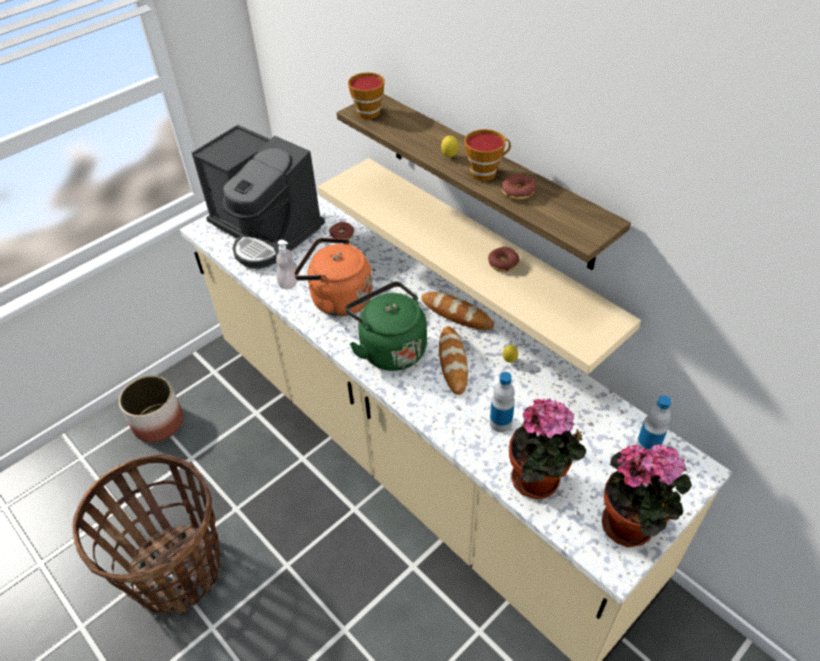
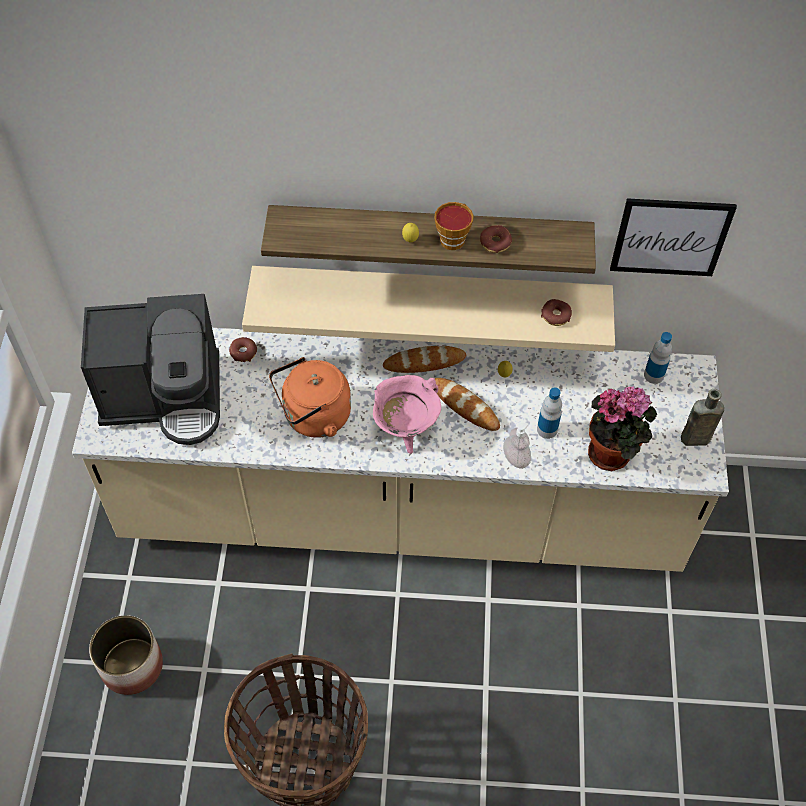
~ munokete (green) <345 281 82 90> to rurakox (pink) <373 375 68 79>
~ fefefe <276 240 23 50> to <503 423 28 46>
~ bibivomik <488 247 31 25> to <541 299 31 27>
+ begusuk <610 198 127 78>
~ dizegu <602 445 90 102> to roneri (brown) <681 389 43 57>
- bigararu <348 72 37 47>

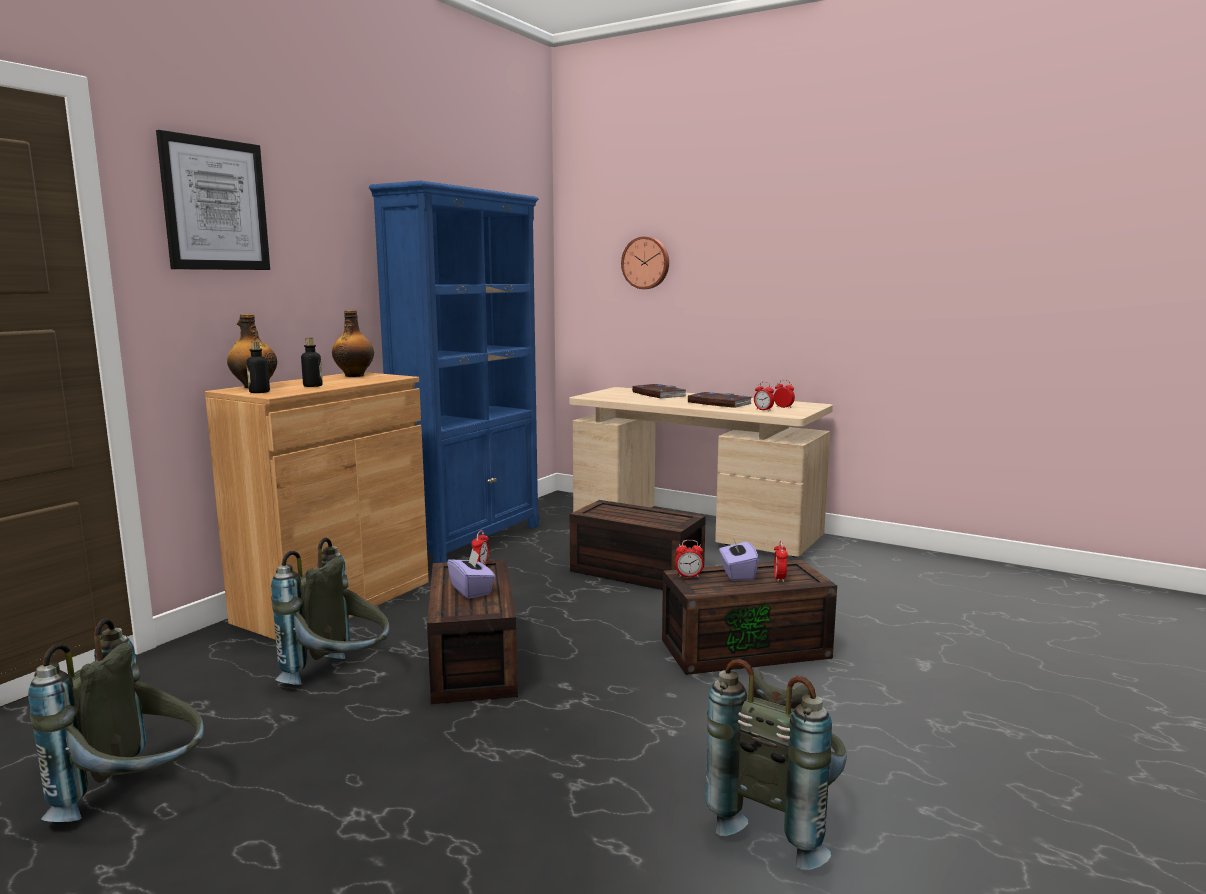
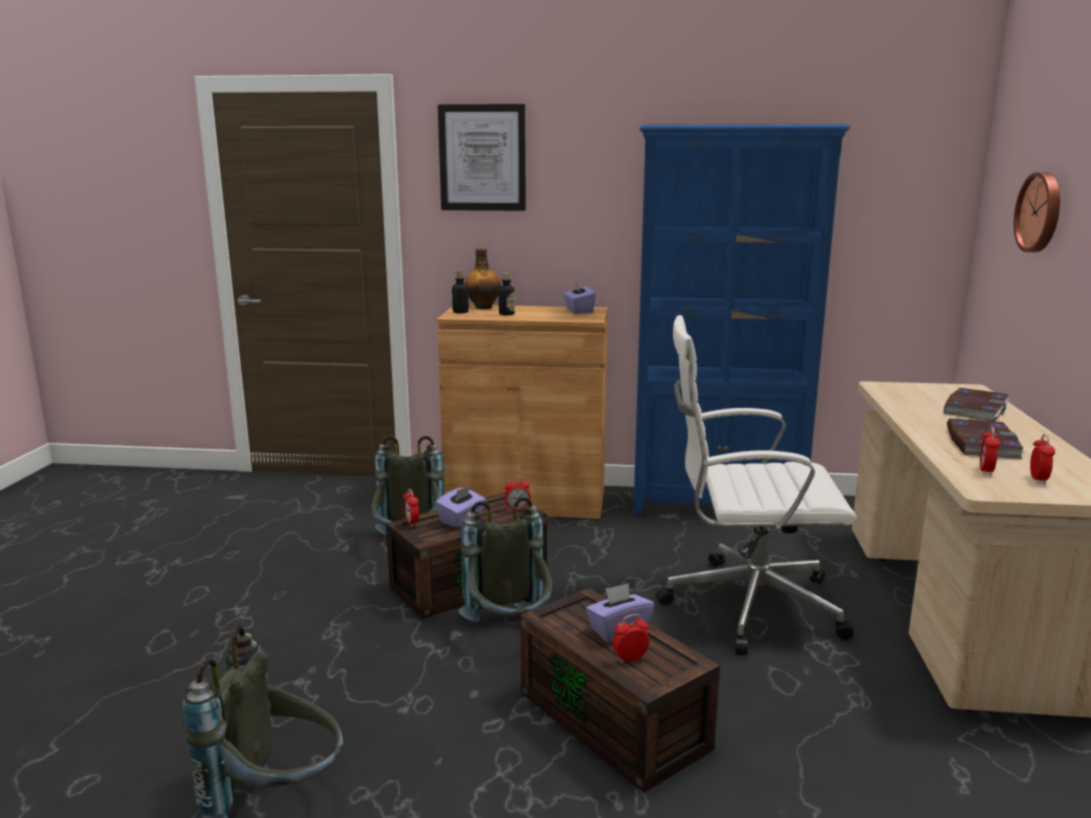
~ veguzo <675 540 29 37> to <403 488 16 39>
~ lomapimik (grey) <28 619 176 203> to <459 497 93 125>
~ roneri <332 310 42 67> to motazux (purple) <564 281 32 33>
~ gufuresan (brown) <570 500 136 90> to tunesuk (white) <655 315 202 340>

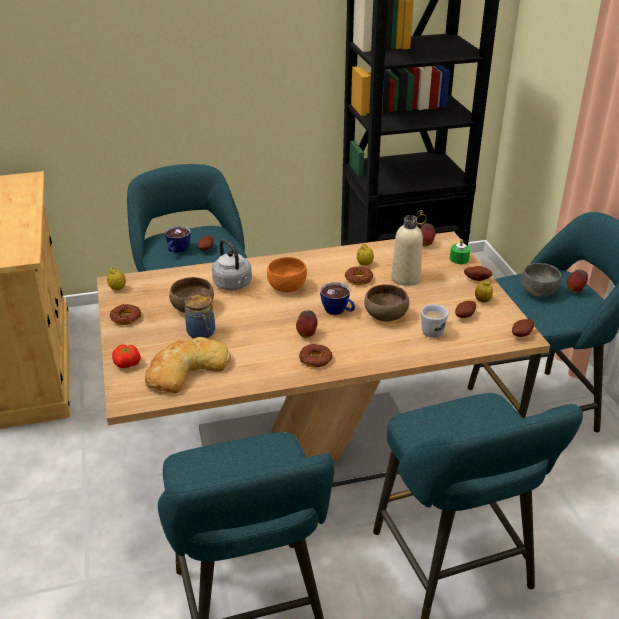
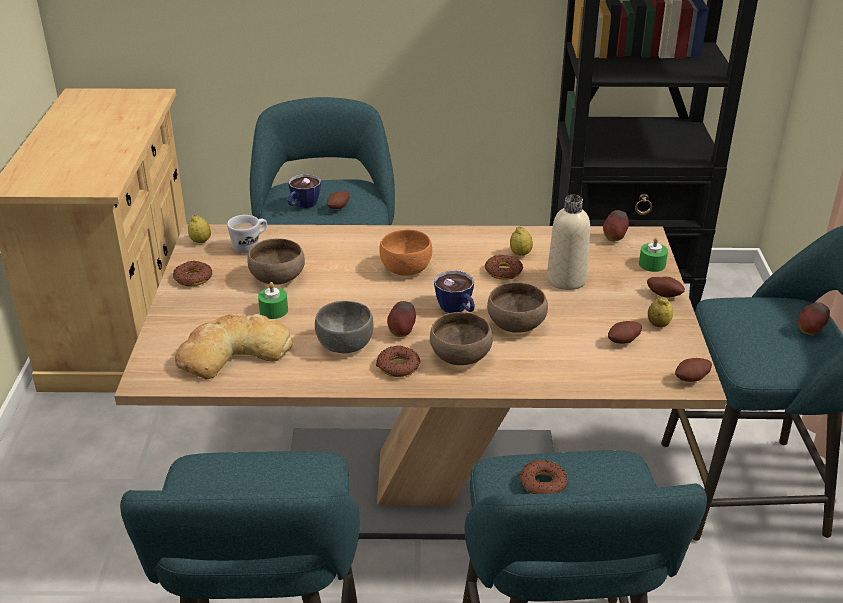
~ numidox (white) <421 304 27 34> to <227 215 40 38>
~ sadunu <185 293 30 45> to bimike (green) <258 282 30 37>
~ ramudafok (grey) <522 263 40 34> to <315 301 59 52>
+ ramudafok (brown) <430 312 63 53>
+ bibivomik <520 460 48 34>
- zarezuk <112 345 29 23>
- munokete (grey) <212 239 40 51>

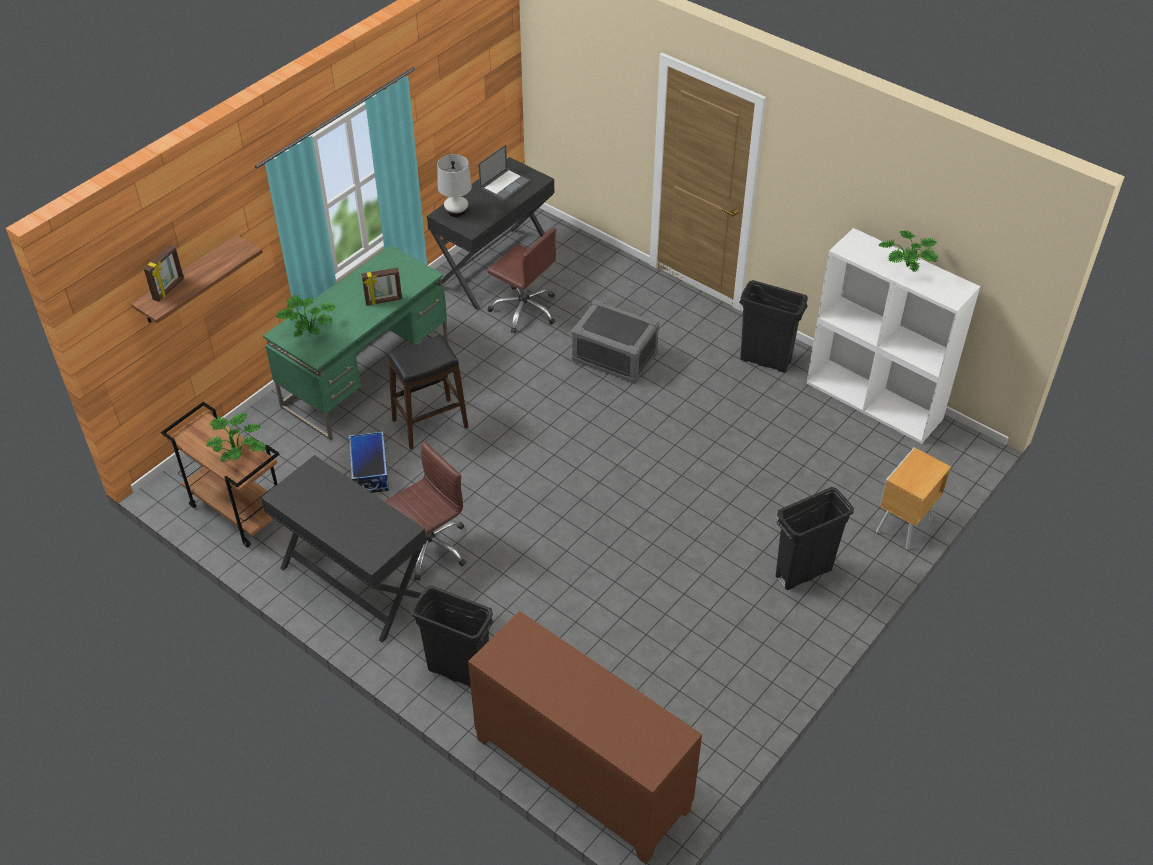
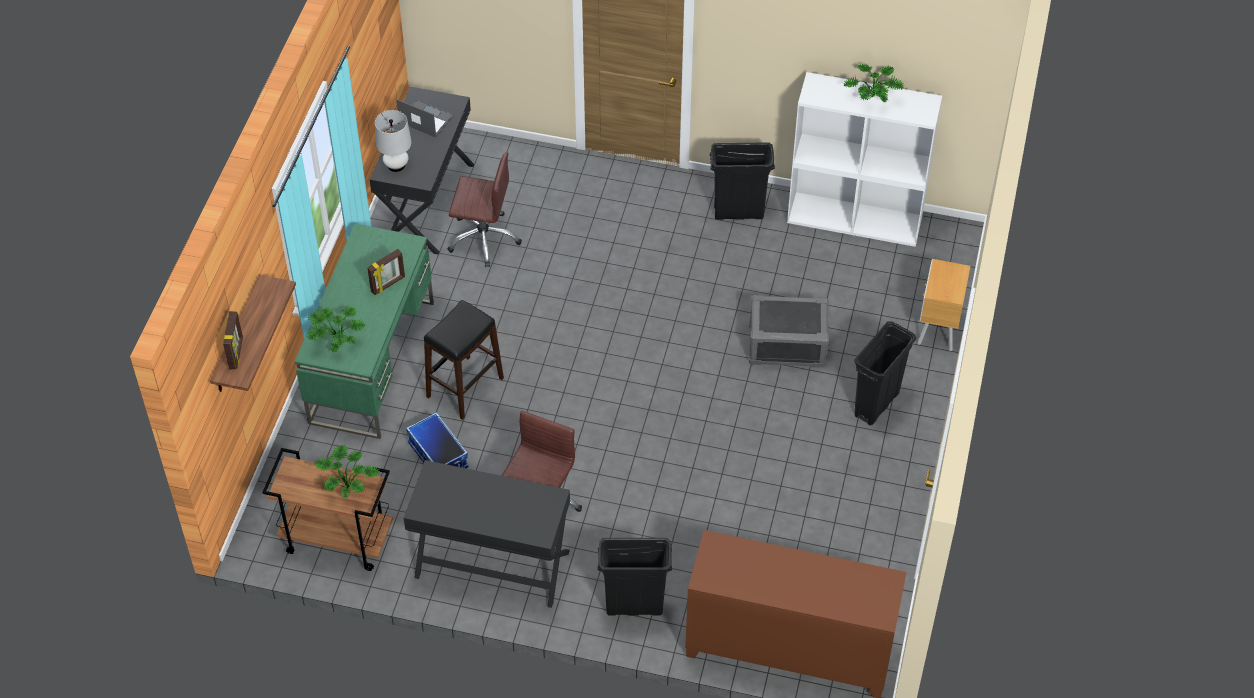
~ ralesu <478 145 53 56> = <396 99 58 38> 75 degrees counterclockwise
~ gufuresan (grey) <571 300 88 84> to <749 295 80 73>

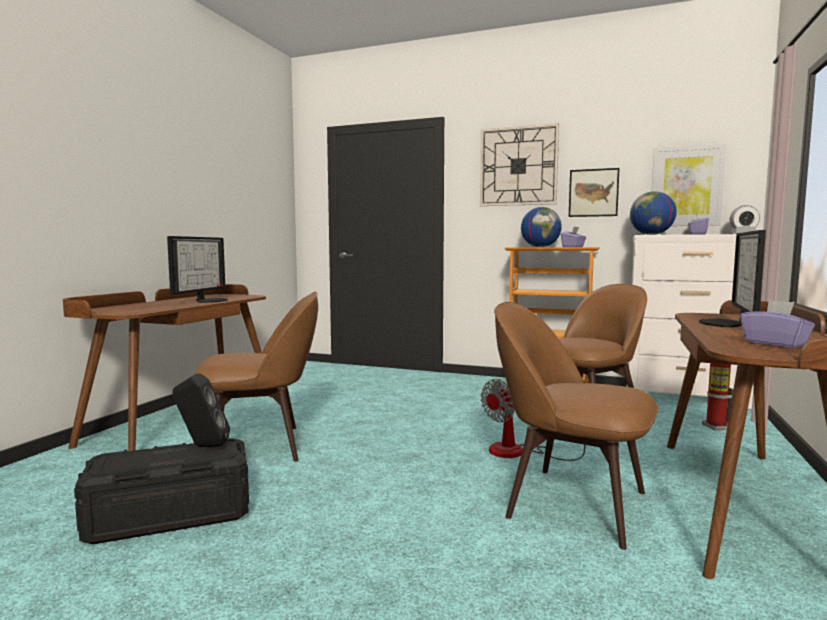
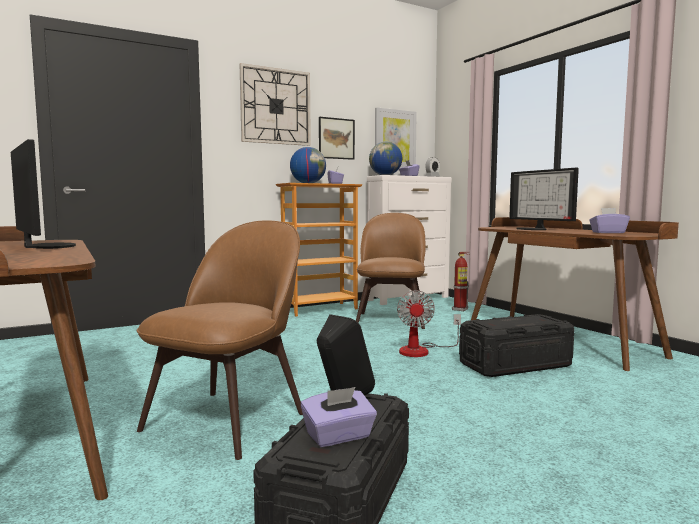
+ motazux (purple) <301 387 76 60>
~ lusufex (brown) <494 302 165 248> to gufuresan (black) <459 314 115 63>

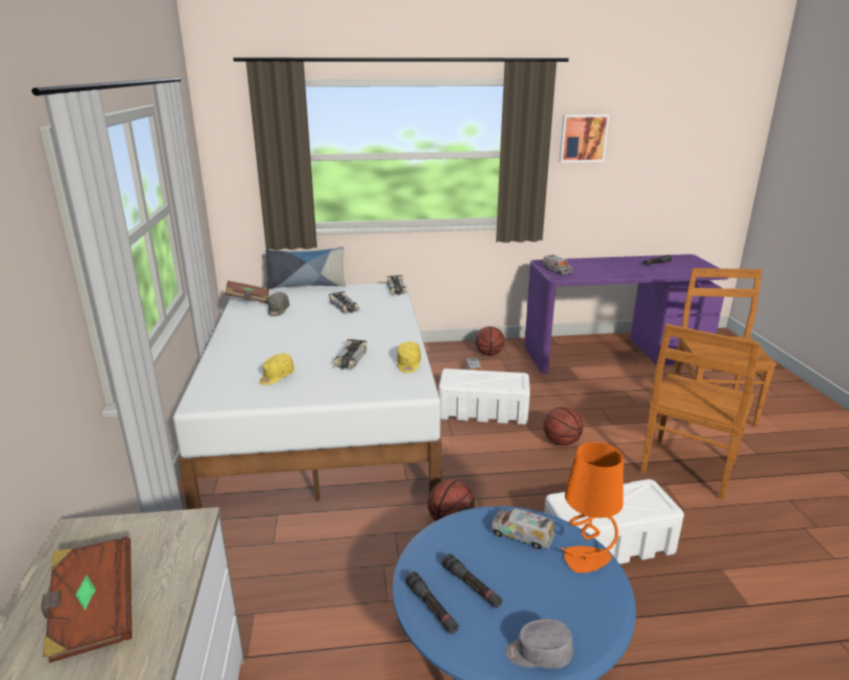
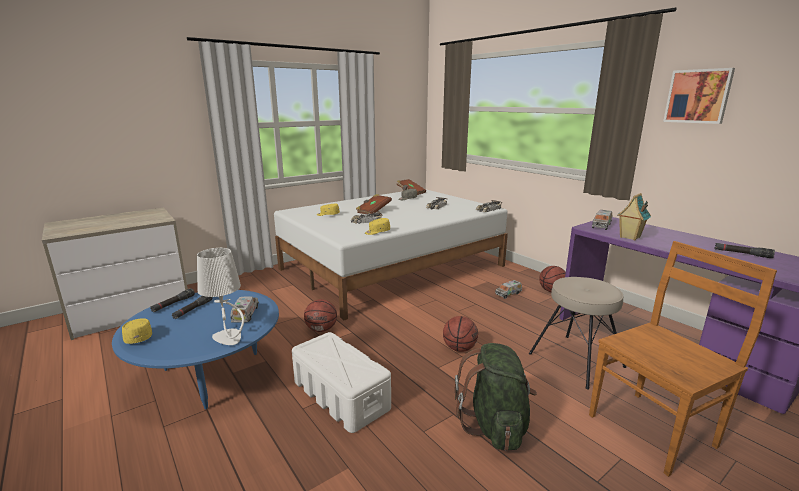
~ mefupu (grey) <505 619 68 50> to mefupu (yellow) <122 318 30 26>
~ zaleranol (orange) <561 442 62 131> to zaleranol (white) <197 248 47 97>
~ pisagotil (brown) <41 536 91 127> to <356 194 36 20>
~ lusufex (brown) <641 324 120 175> to lomapimik (green) <455 343 82 108>
+ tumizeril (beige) <529 277 97 113>
+ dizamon <617 193 34 48>
- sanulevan <266 247 80 42>
- gufuresan (white) <438 369 92 56>

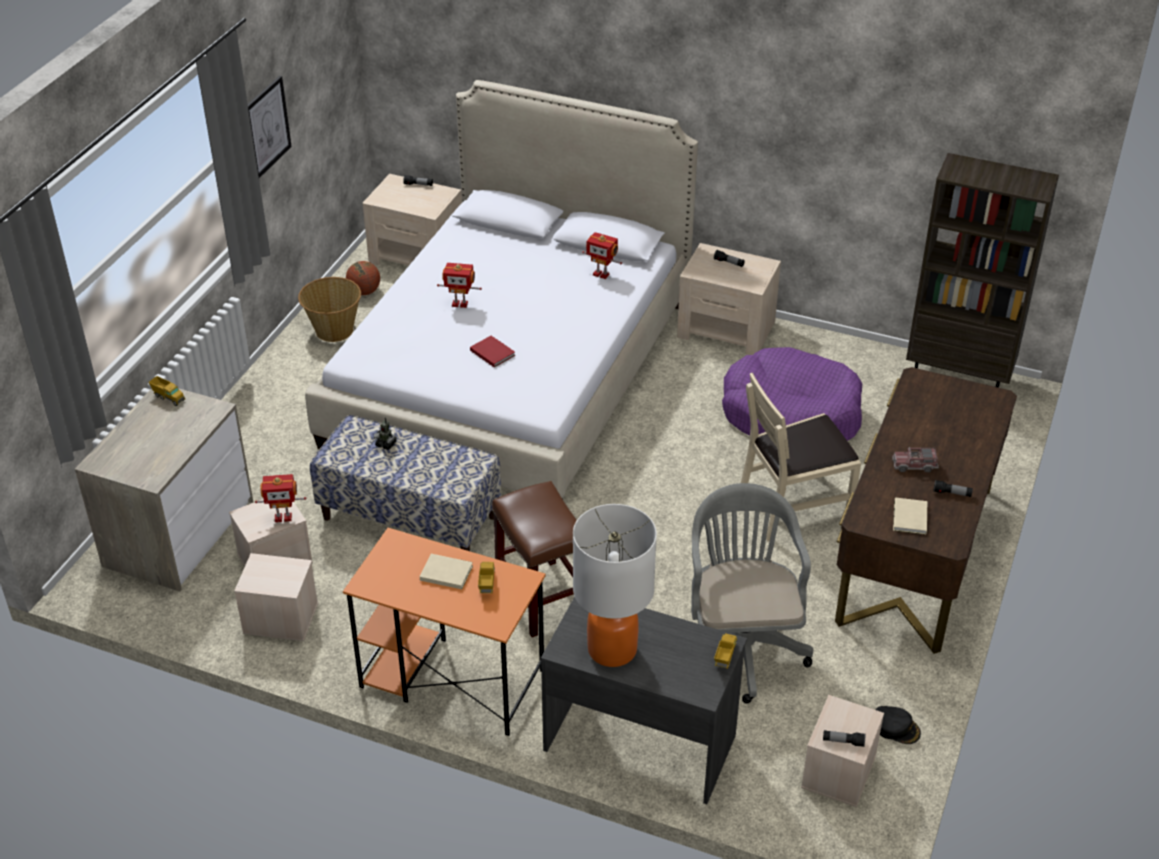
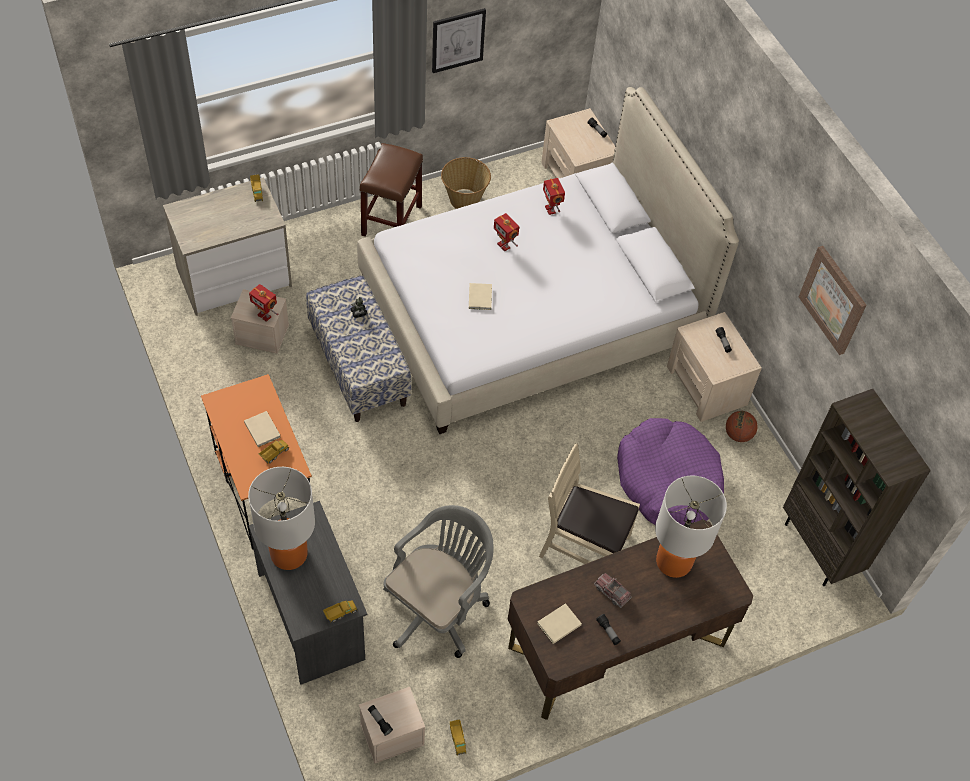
~ tumizeril (brown) <492 481 85 156> to <360 143 63 94>
~ mefupu (black) <875 706 46 38> to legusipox <450 719 16 37>
~ pisagotil (red) <470 336 45 31> to pisagotil (beige) <469 283 23 27>
~ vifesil <582 232 40 47> to <543 178 22 37>
+ zaleranol <655 475 72 103>
~ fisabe <346 261 34 34> to <726 411 32 31>
+ begusuk <799 246 67 109>
- gufuresan (beige) <234 553 84 88>

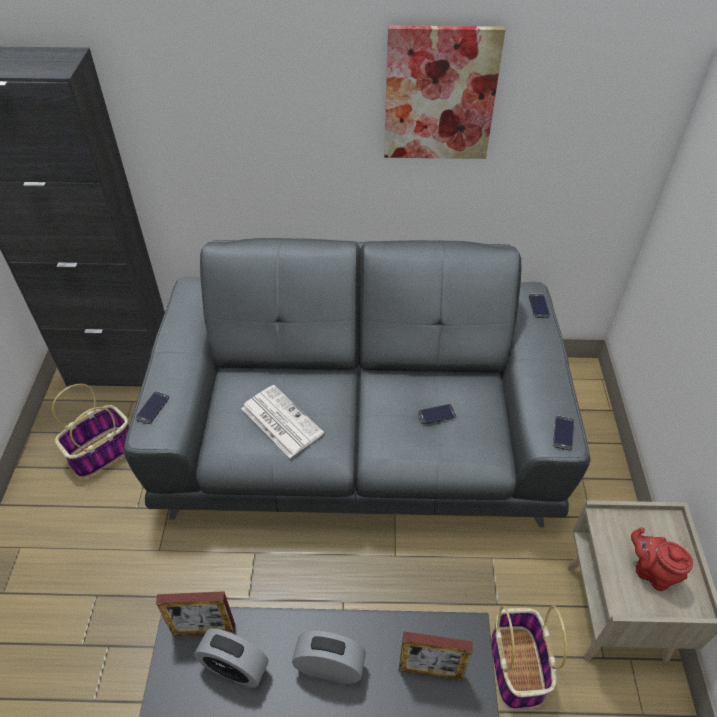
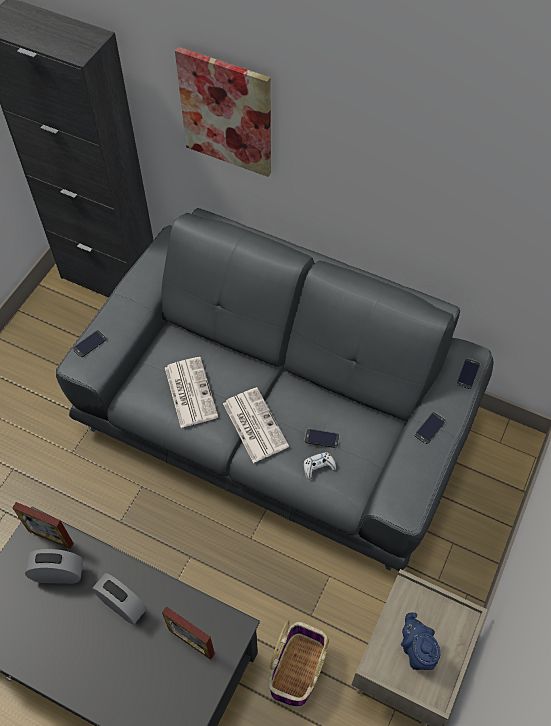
~ veguzo <194 628 75 60> = <25 549 58 35> 135 degrees clockwise
~ begusuk <384 25 121 134> to <175 47 96 130>
+ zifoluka <223 387 66 76>
+ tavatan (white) <304 452 32 27>
~ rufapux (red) <631 527 62 64> to rufapux (blue) <401 613 40 57>
~ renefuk <553 416 21 34> to <415 412 31 32>
- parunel <52 384 77 94>

